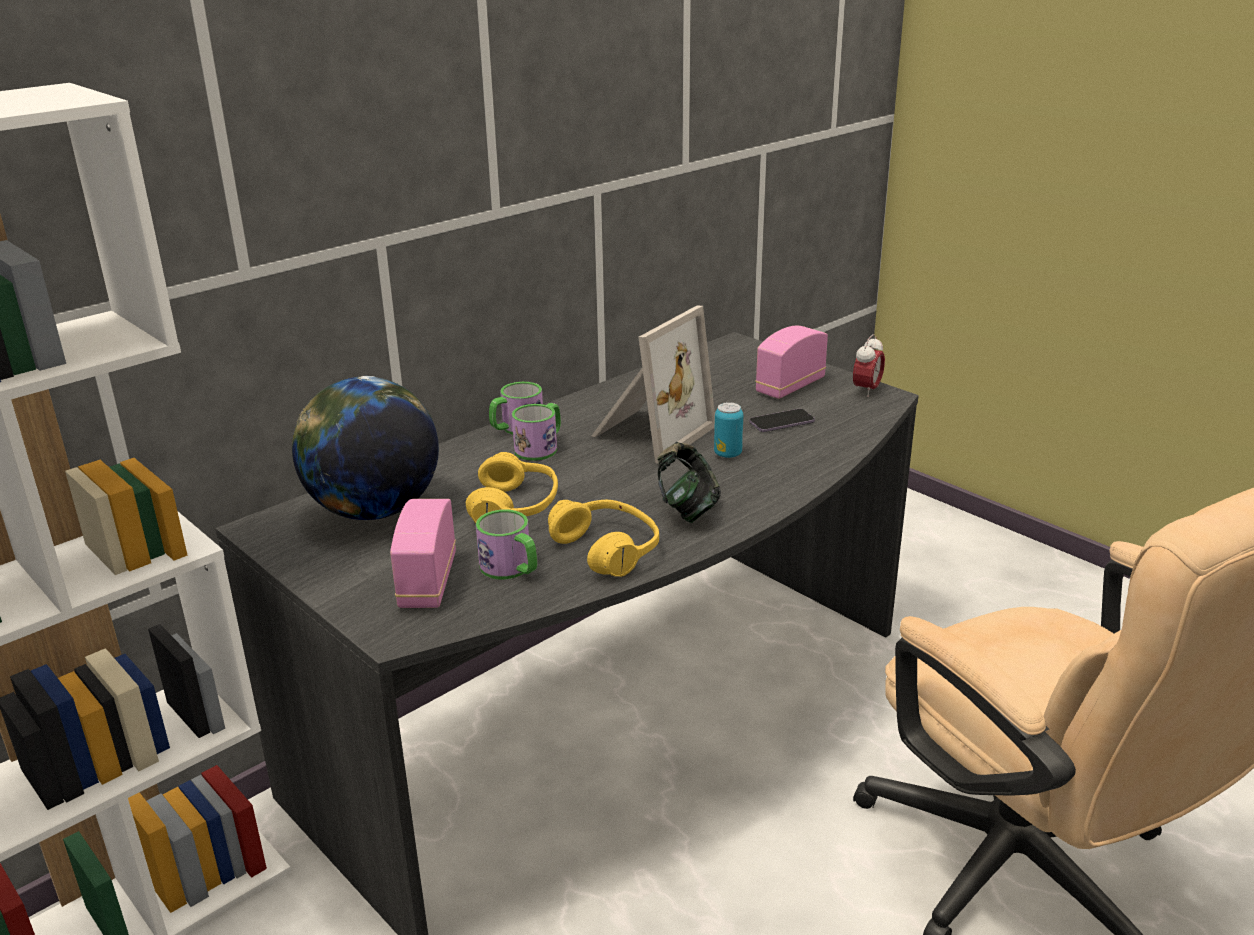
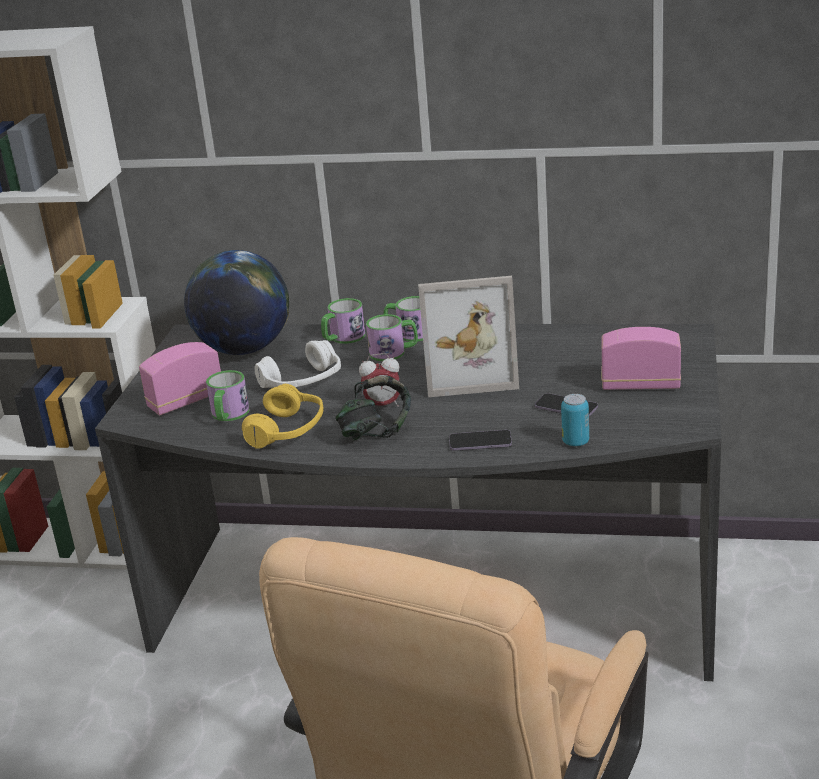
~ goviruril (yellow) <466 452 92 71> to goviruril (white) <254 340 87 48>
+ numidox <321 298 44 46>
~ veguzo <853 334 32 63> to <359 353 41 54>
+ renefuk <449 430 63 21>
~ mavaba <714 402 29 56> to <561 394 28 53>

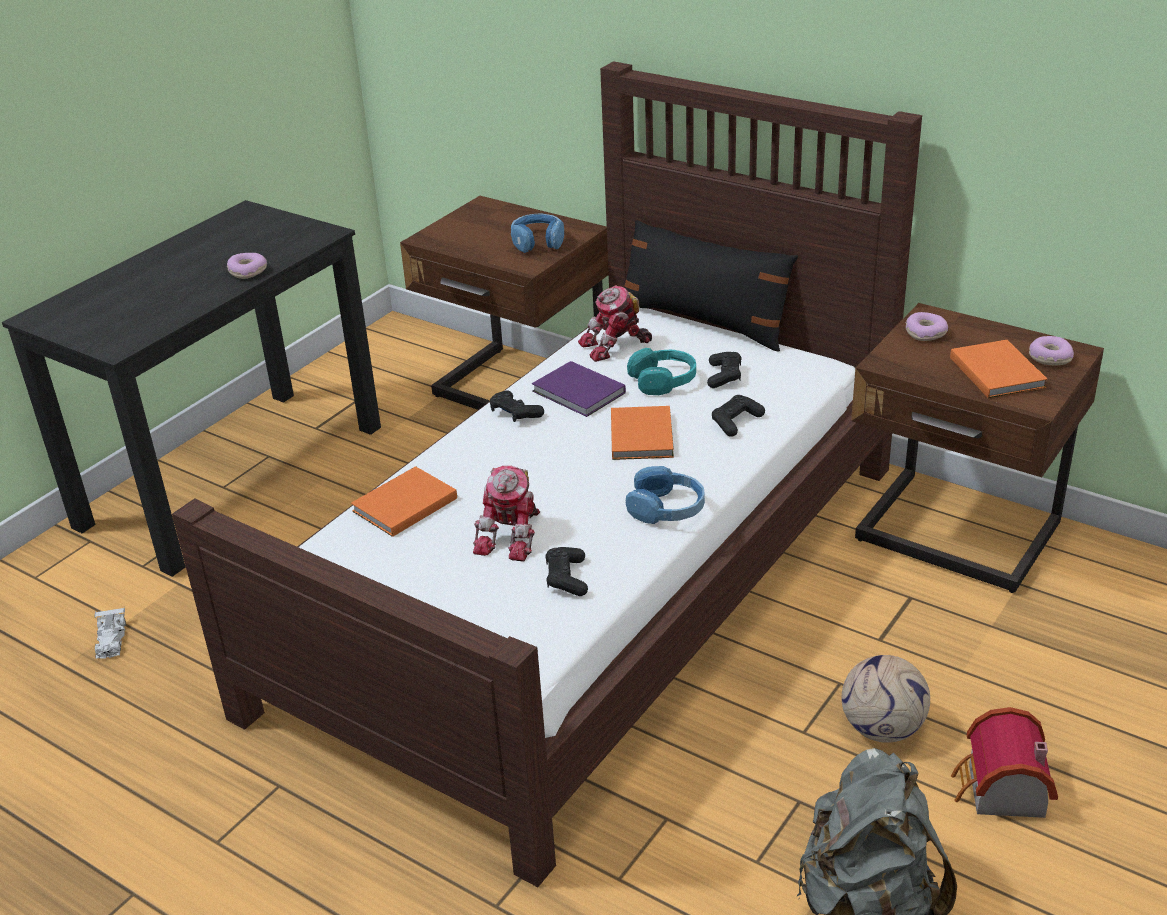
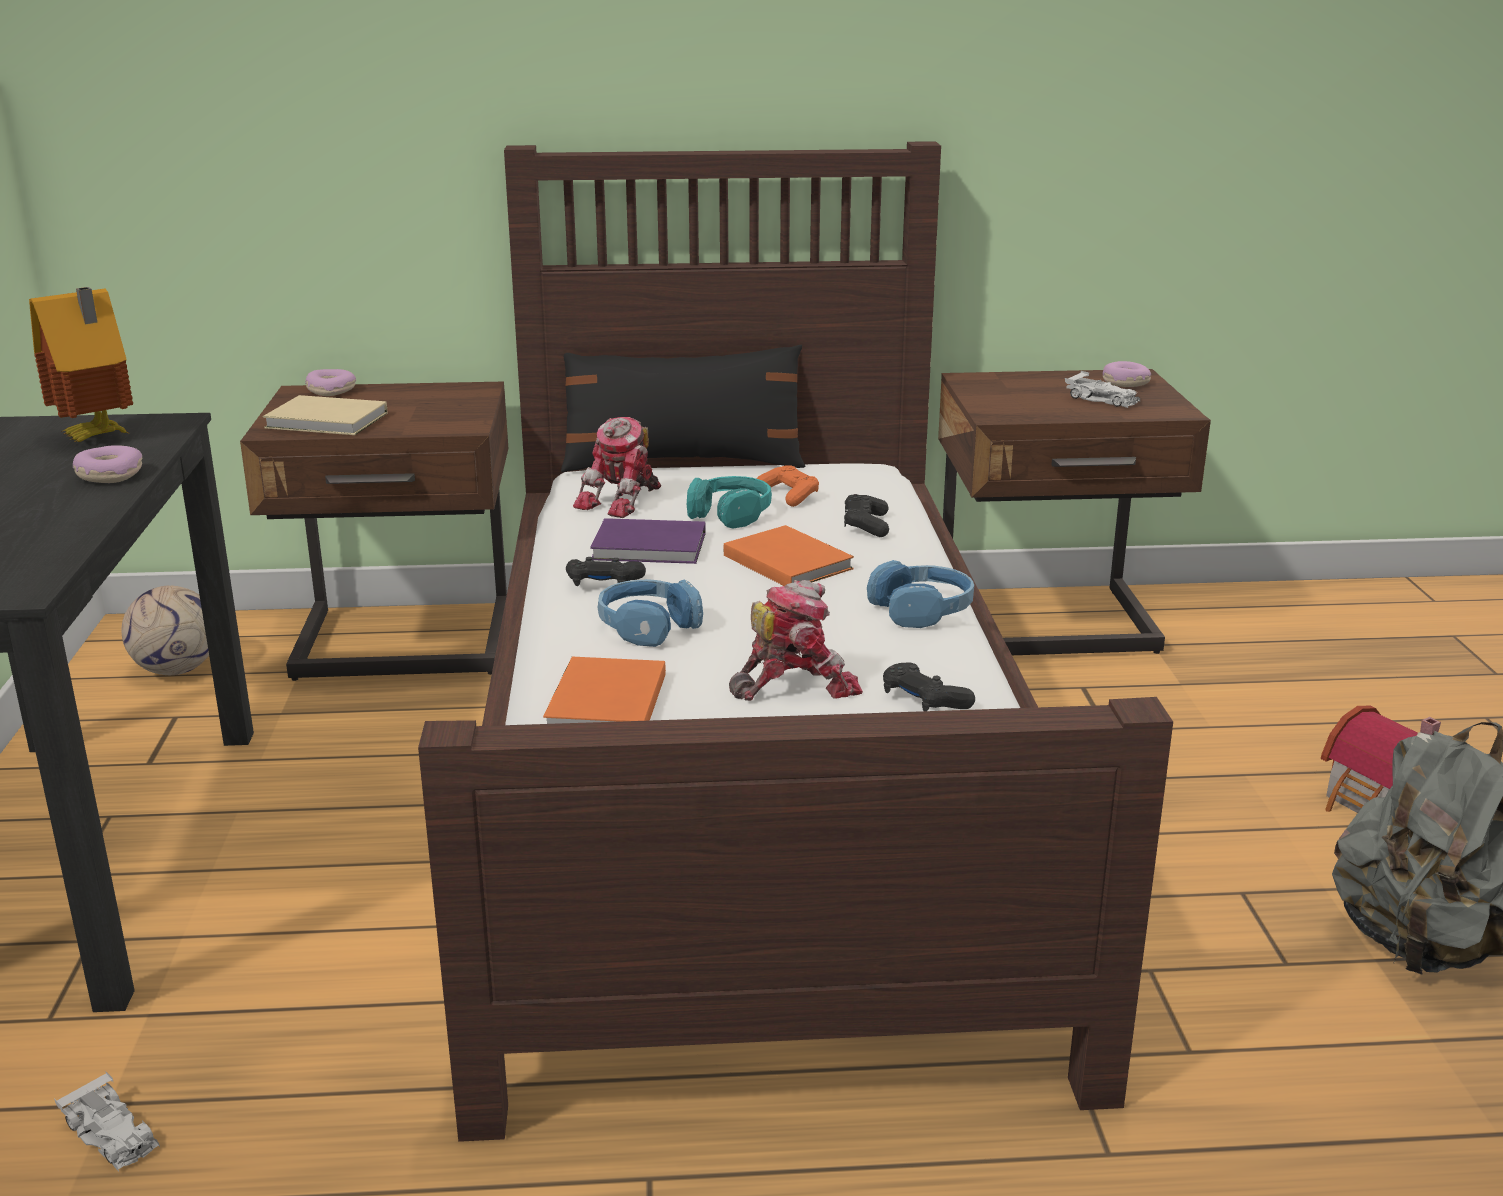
+ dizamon <29 287 104 155>
~ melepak <841 655 89 88> to <122 586 87 89>
+ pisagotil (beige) <263 395 125 40>
~ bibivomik <906 312 42 29> to <305 369 51 27>
~ goviruril (blue) <511 214 53 39> to <597 579 106 68>
~ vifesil <473 466 67 96> = <729 580 134 121> 90 degrees counterclockwise
~ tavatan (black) <707 352 35 36> to tavatan (orange) <757 465 62 42>
~ pisagotil (orange) <950 340 98 58> to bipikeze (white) <1065 371 75 37>

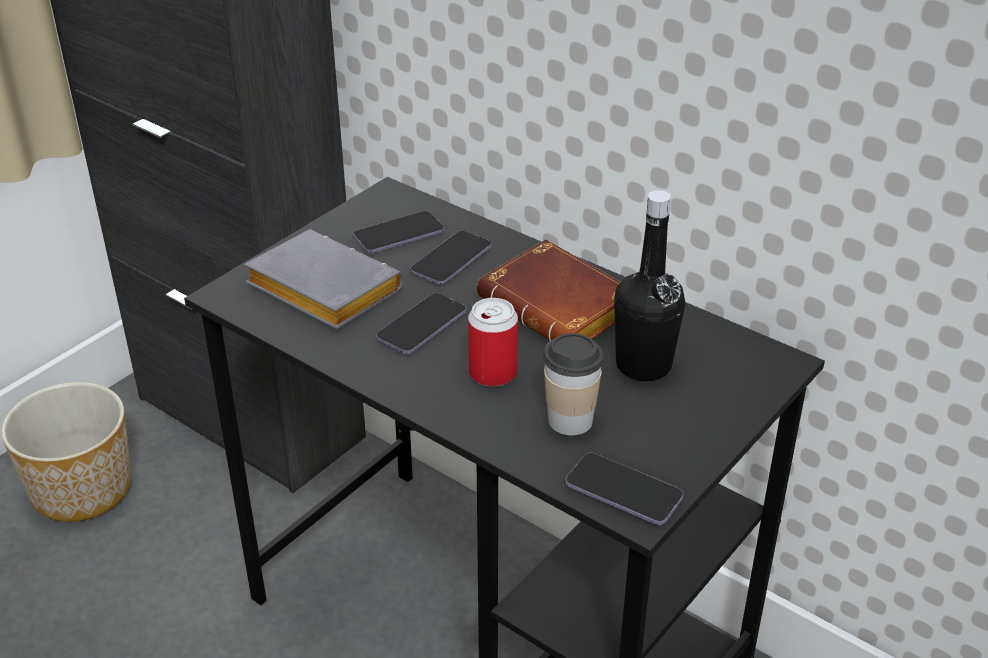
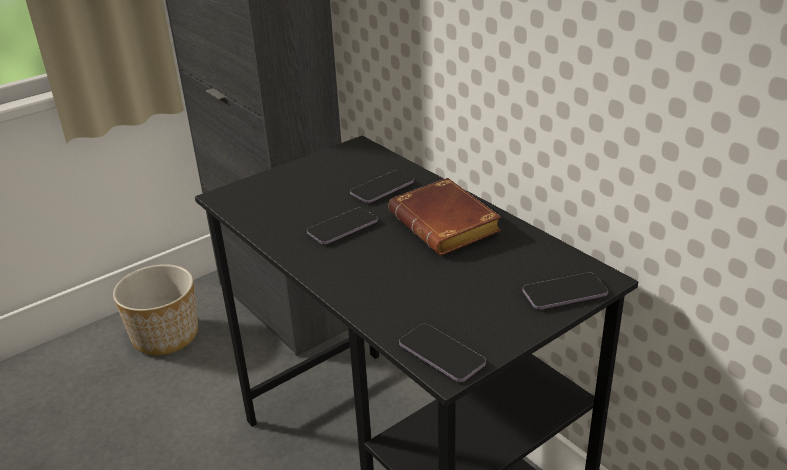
~ renefuk <353 211 91 43> to <522 272 86 38>
- pisagotil (grey) <244 229 159 100>
- mavaba <468 298 50 89>
- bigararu <543 333 61 102>
- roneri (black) <614 190 71 191>

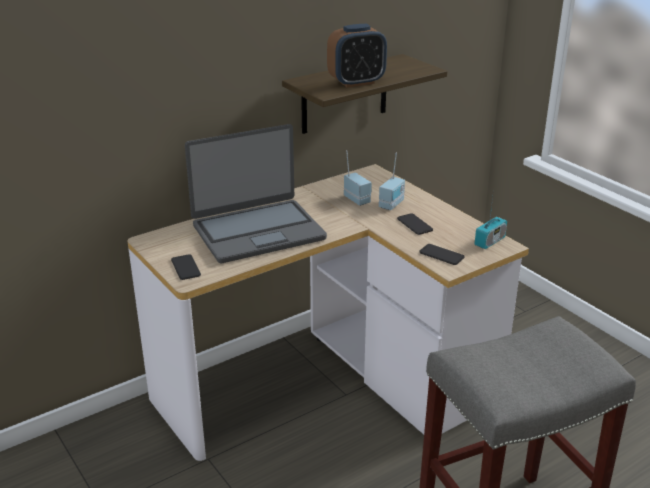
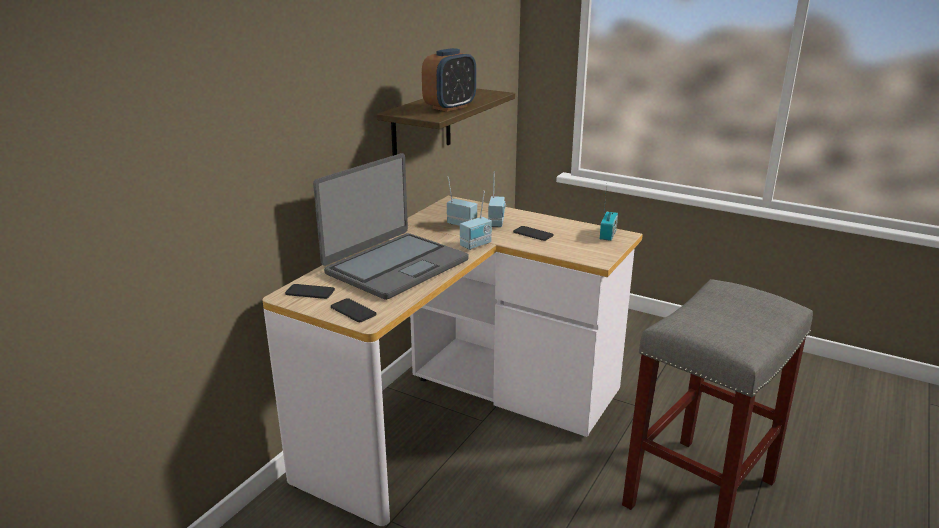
~ renefuk <419 244 46 21> to <285 284 50 15>
+ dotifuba <460 191 32 59>

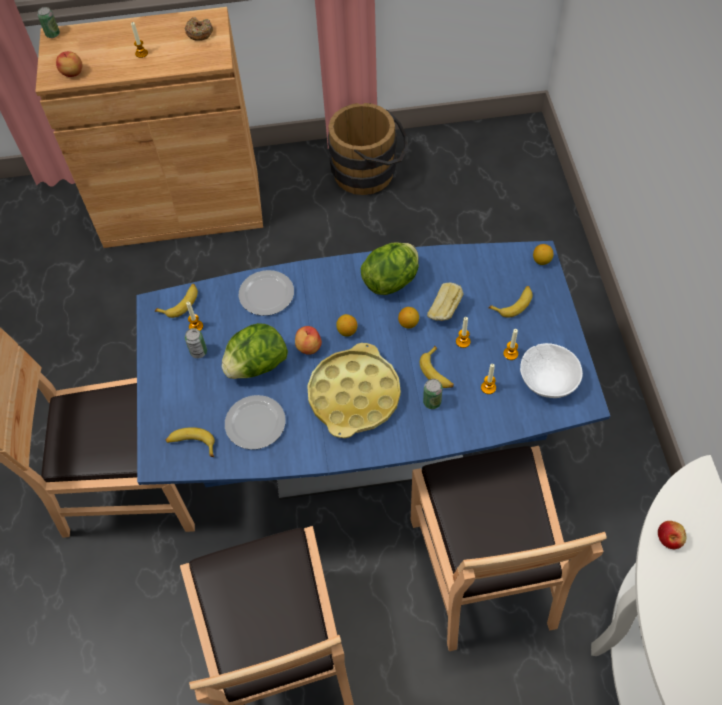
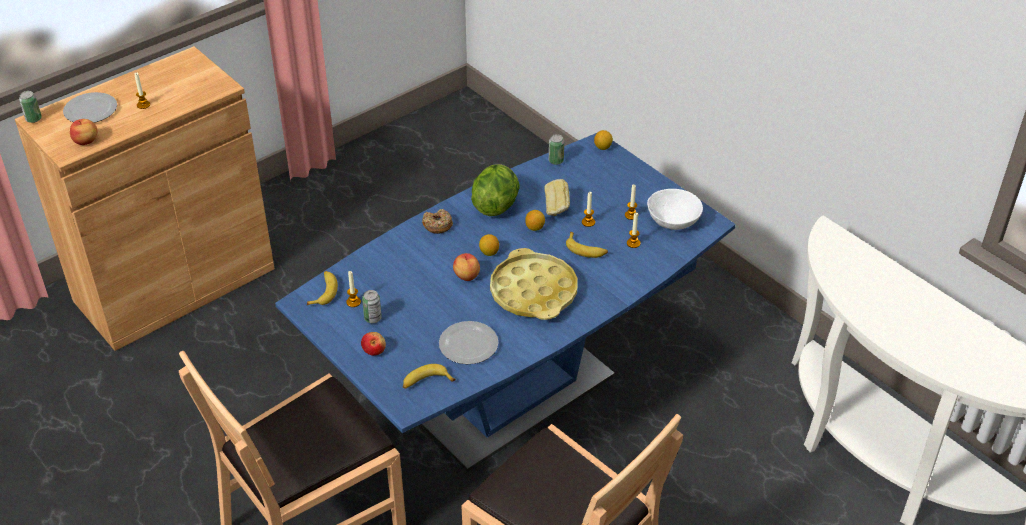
~ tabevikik <239 270 55 46> to <63 92 54 31>
~ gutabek <658 521 28 28> to <361 332 25 24>
~ bibivomik <184 17 29 24> to <422 209 31 25>
~ mavaba <423 379 20 30> to <549 134 15 31>
- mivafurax <222 323 66 56>
- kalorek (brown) <328 103 80 92>
- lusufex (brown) <411 446 196 205>
- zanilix <489 286 43 32>

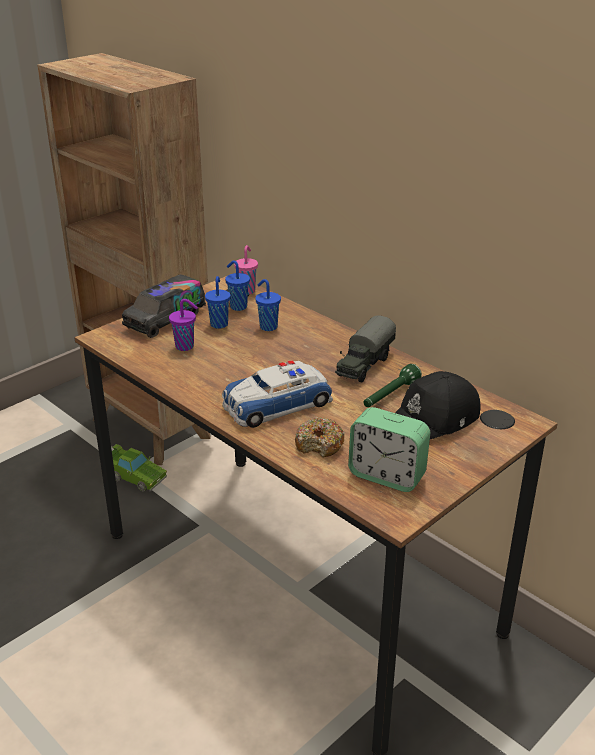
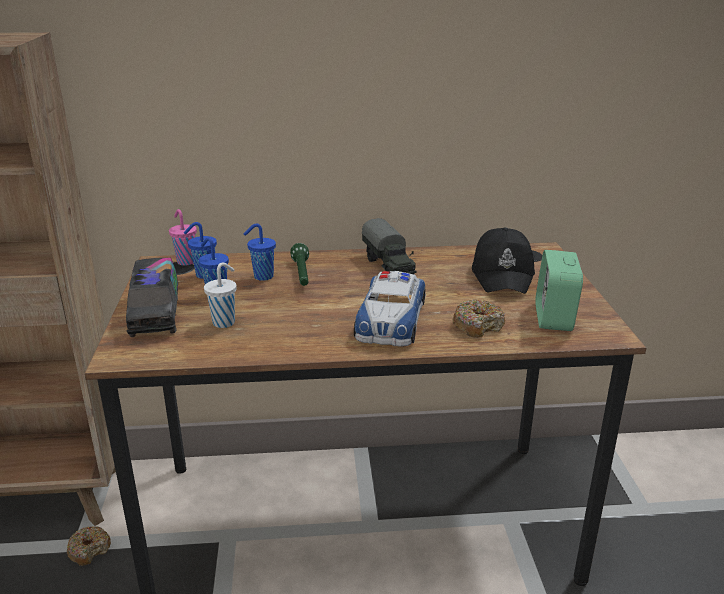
~ bipikeze (green) <112 444 55 48> to bibivomik <67 526 44 40>
~ bigararu (purple) <169 299 29 52> to bigararu (white) <204 263 33 65>
~ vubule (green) <364 364 58 43> to <290 243 19 43>
~ veguzo <348 407 82 85> = <535 250 48 81> 120 degrees clockwise

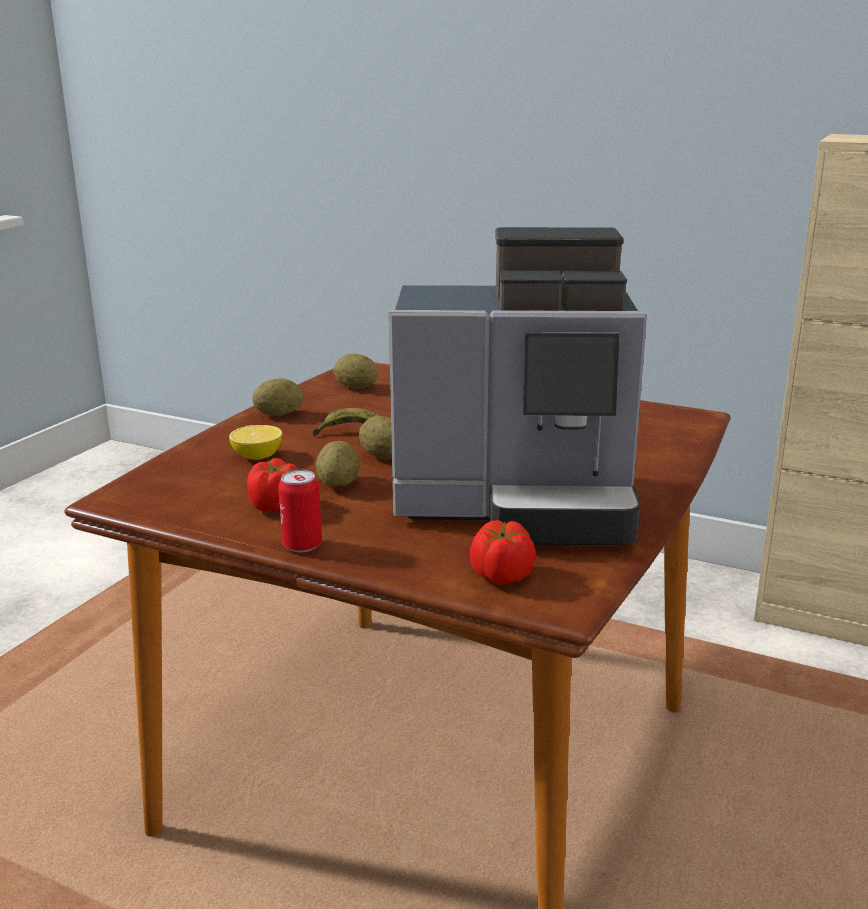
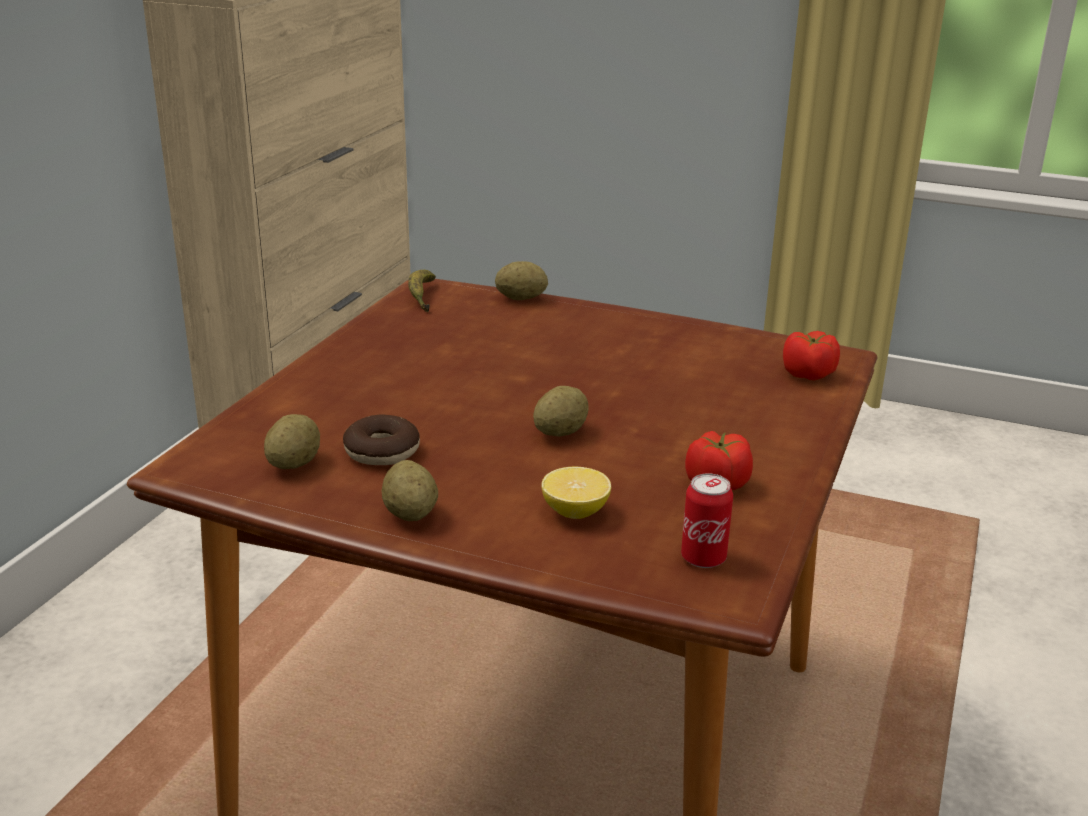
+ bibivomik <343 414 77 51>
~ zanilix <312 408 68 28> to <408 270 28 42>
~ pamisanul <316 441 44 46> to <495 261 53 39>
~ mavaba <278 470 44 82> to <681 474 52 94>
- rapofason <389 227 258 319>

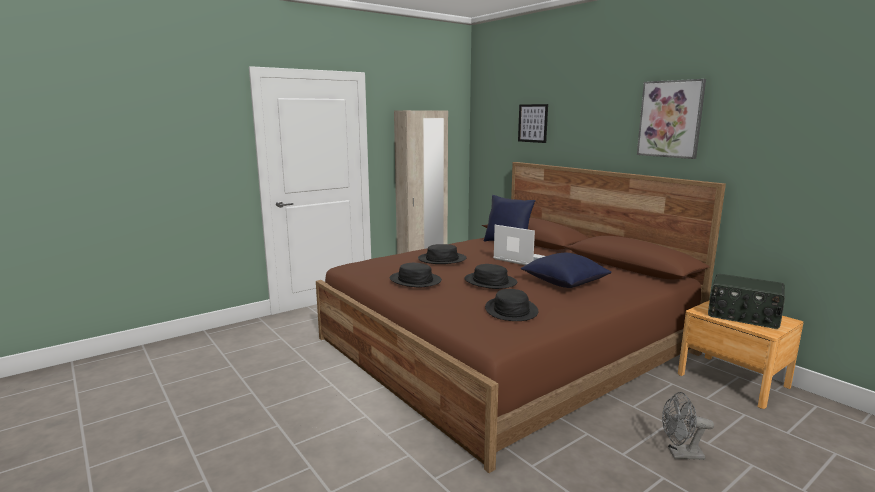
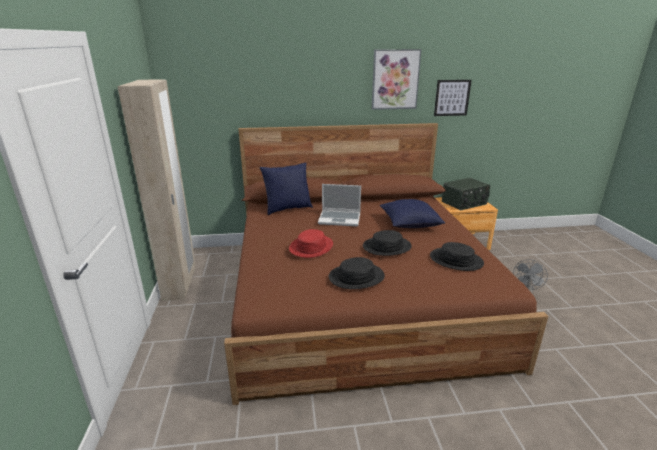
~ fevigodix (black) <418 244 49 20> to fevigodix (red) <289 229 44 29>
~ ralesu <493 225 52 40> = <318 184 43 42> 150 degrees counterclockwise
~ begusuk <518 104 30 39> to <434 80 38 36>

